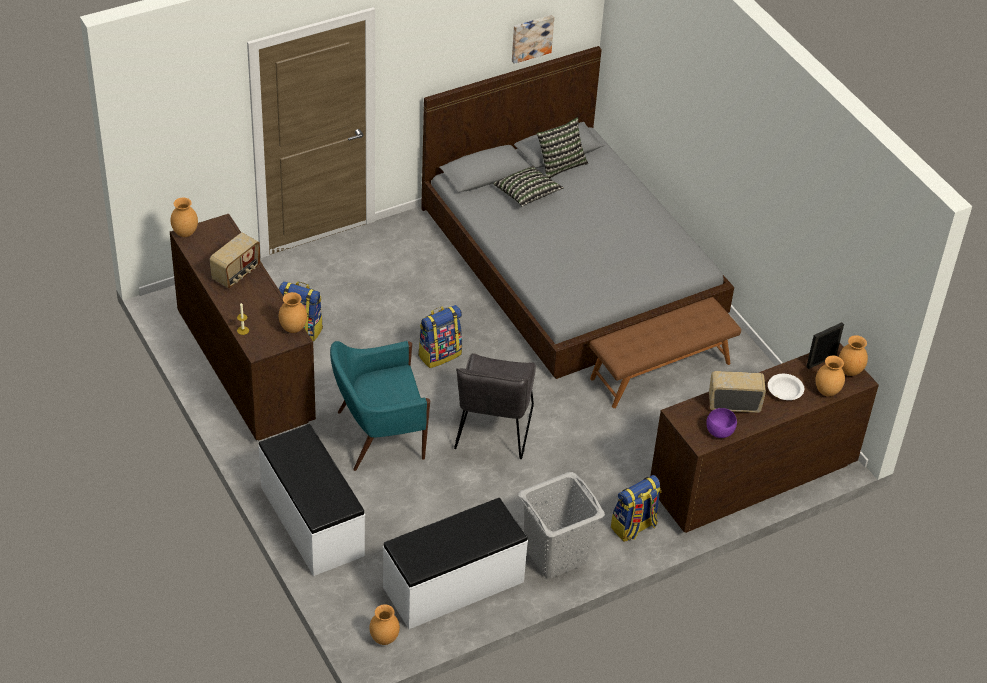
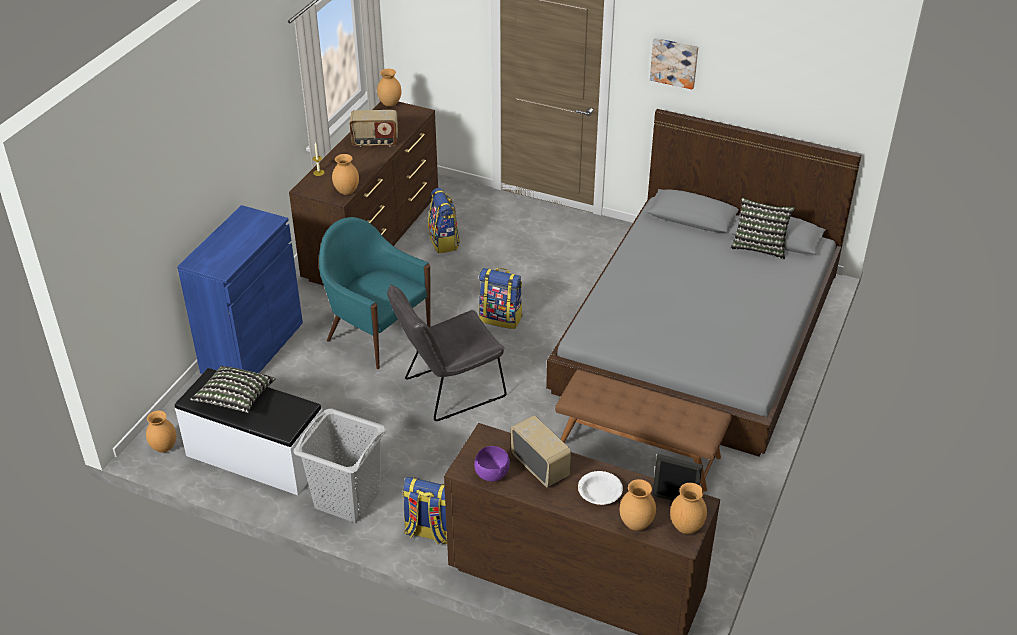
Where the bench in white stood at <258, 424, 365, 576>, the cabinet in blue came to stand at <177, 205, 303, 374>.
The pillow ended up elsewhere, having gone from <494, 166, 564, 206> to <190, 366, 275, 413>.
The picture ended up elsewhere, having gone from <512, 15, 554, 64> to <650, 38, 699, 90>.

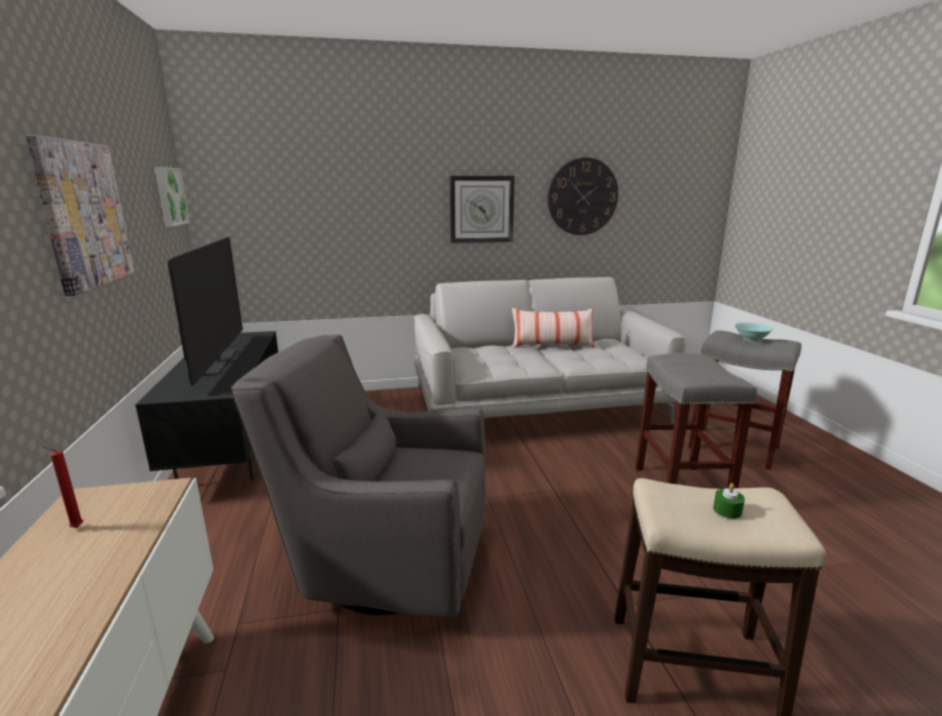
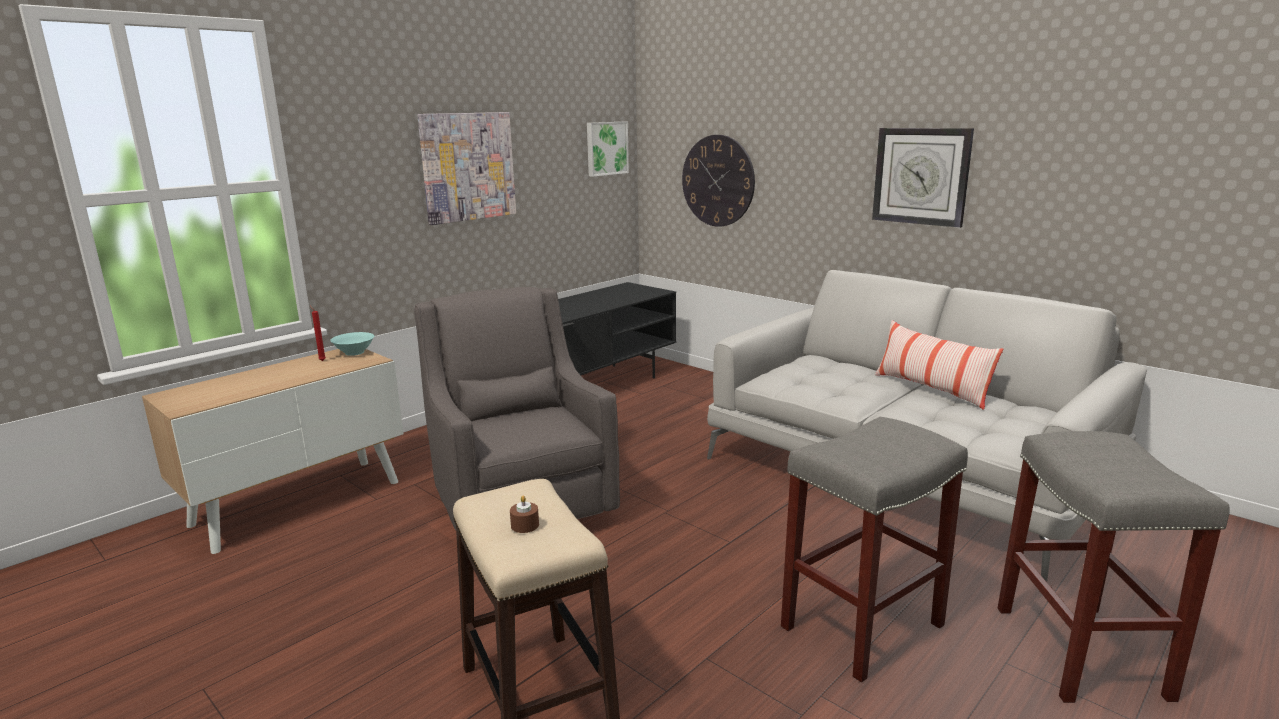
The bowl in turquoise ended up elsewhere, having gone from <735, 323, 773, 342> to <330, 332, 374, 356>.
What was the candle in green at <713, 483, 745, 519> turned into the candle in brown at <510, 495, 539, 533>.
The wall clock ended up elsewhere, having gone from <548, 157, 618, 235> to <682, 135, 755, 227>.
The second view lost the television at <168, 237, 243, 386>.

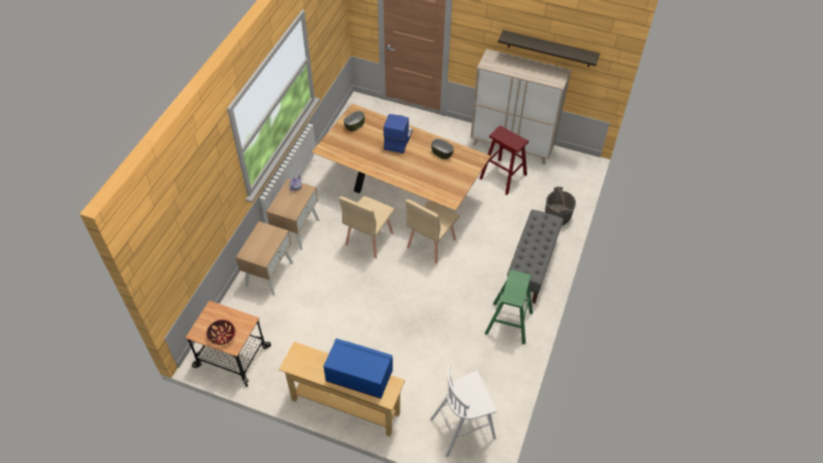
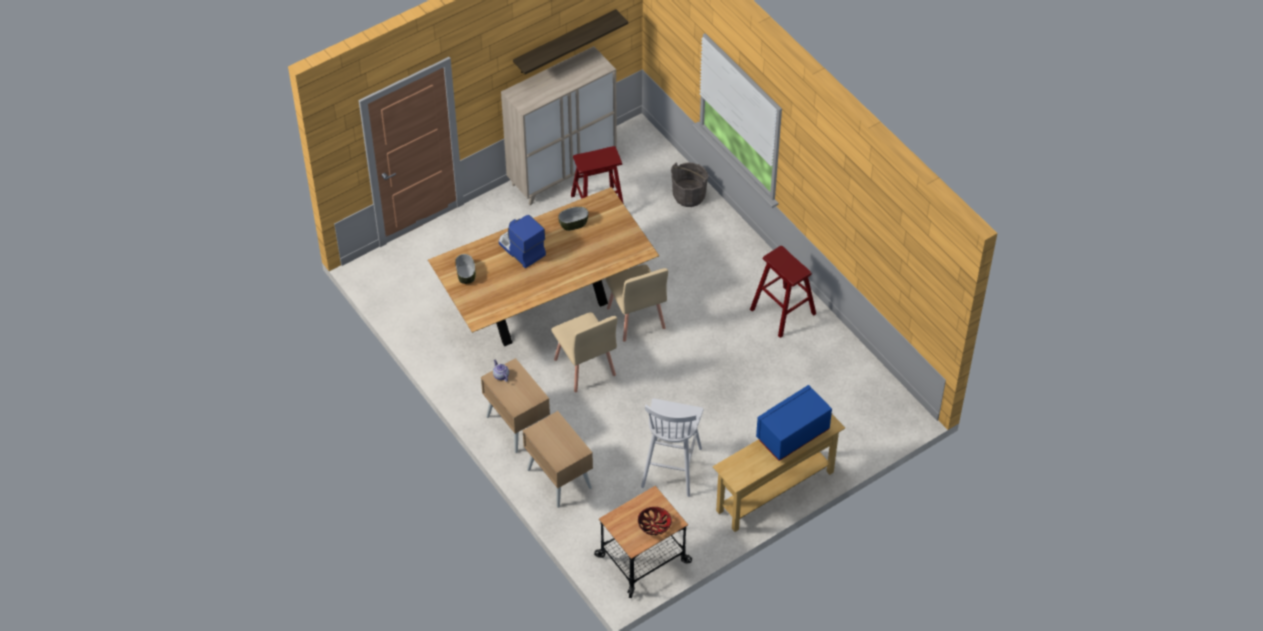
The stool in white ended up elsewhere, having gone from <430, 364, 497, 457> to <641, 398, 703, 497>.
What was the stool in green at <485, 270, 533, 344> turned into the stool in red at <750, 246, 816, 338>.
The second view lost the bench in grey at <507, 210, 563, 304>.

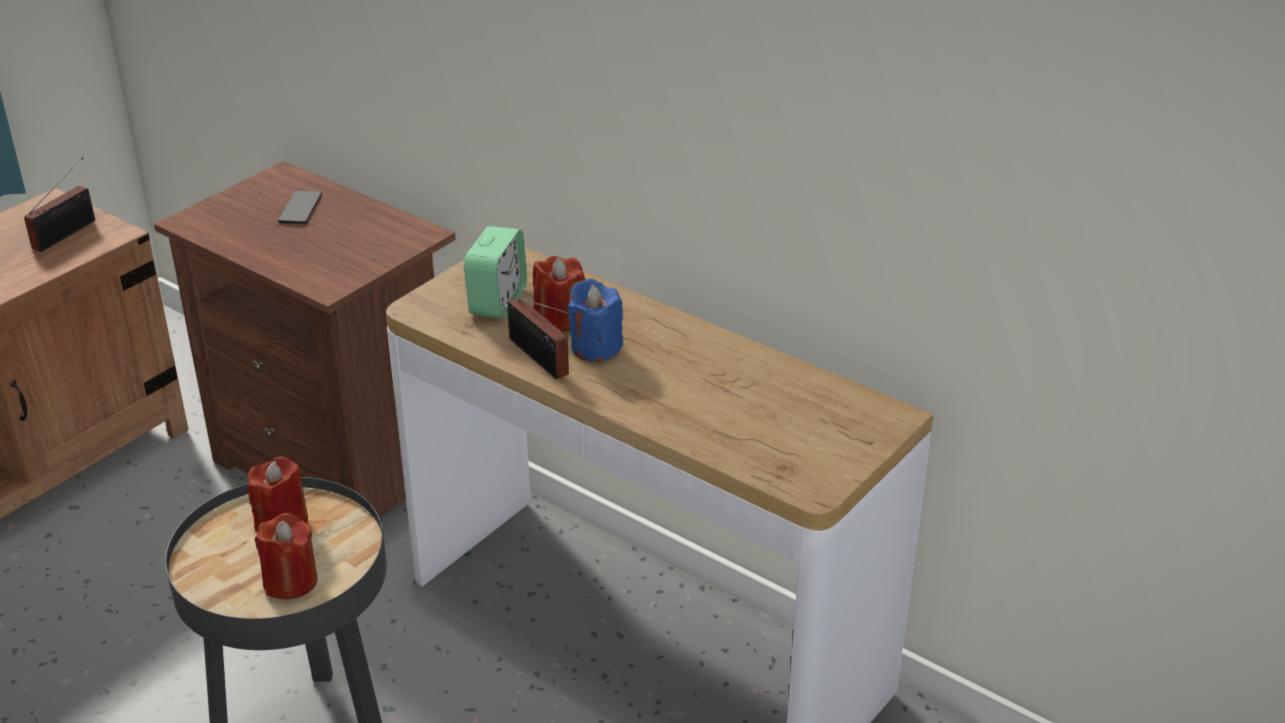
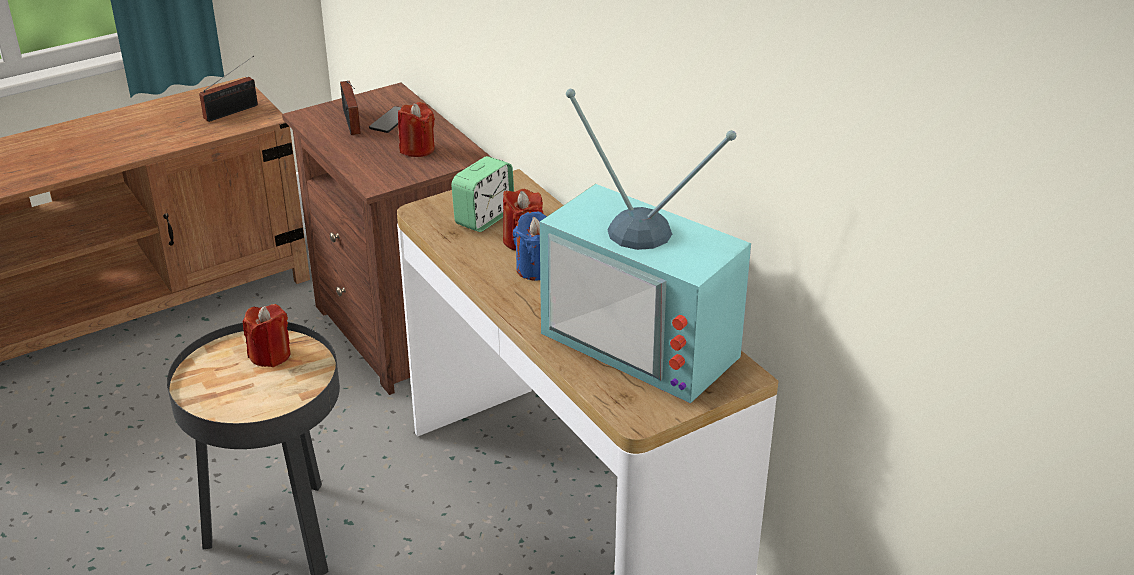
The radio ended up elsewhere, having gone from <507, 297, 570, 379> to <340, 80, 361, 135>.
The candle in red ended up elsewhere, having gone from <255, 513, 317, 599> to <398, 102, 435, 157>.
The second view gained the television at <540, 89, 751, 403>.

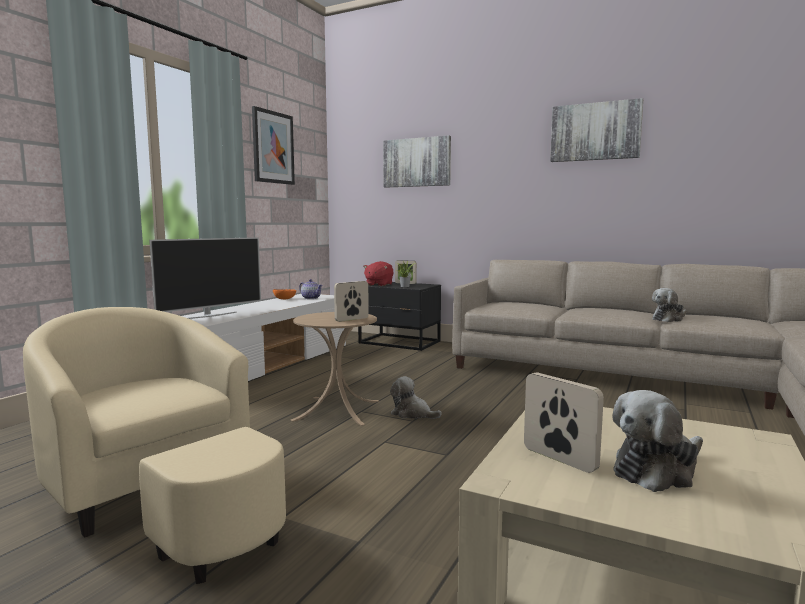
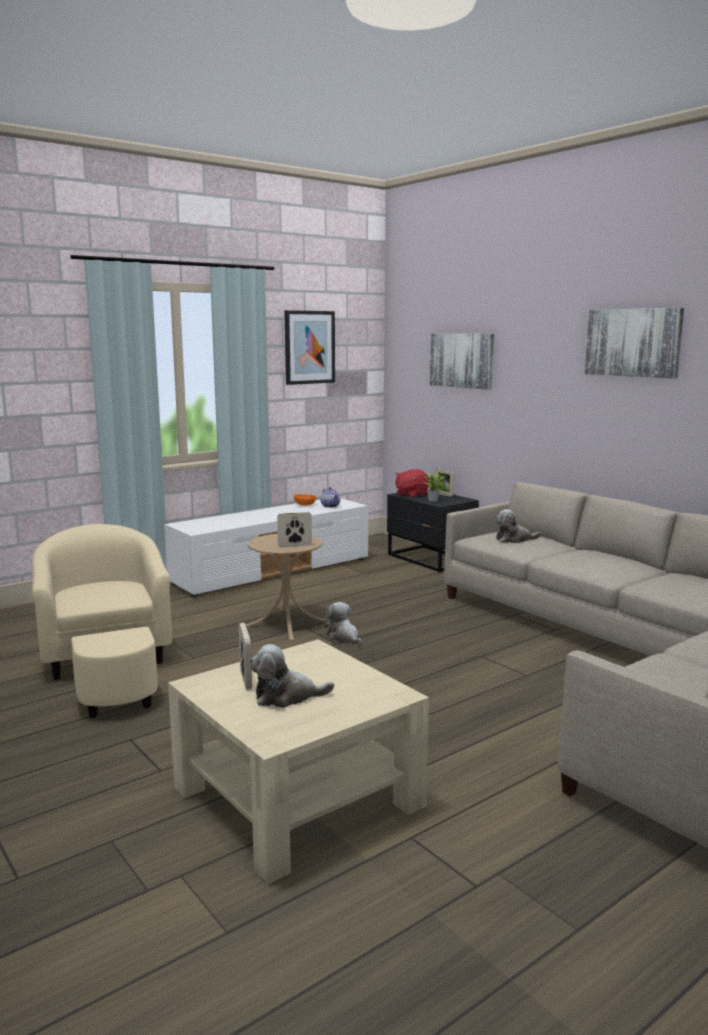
The plush toy ended up elsewhere, having gone from <652, 288, 687, 322> to <495, 509, 541, 543>.
The second view lost the television at <149, 237, 261, 319>.

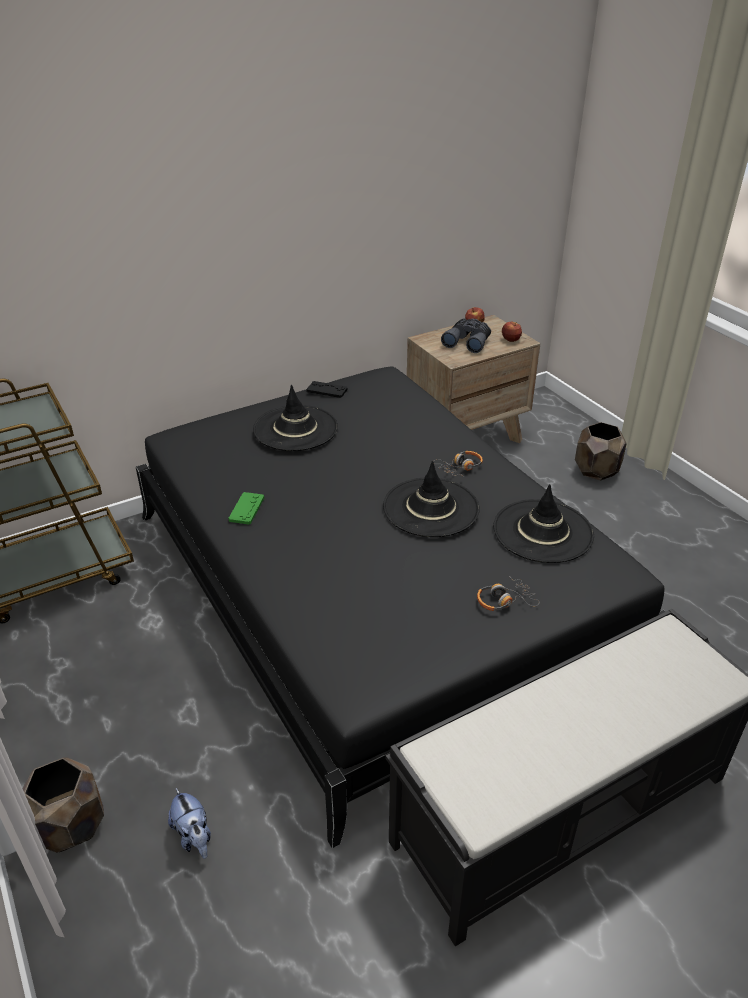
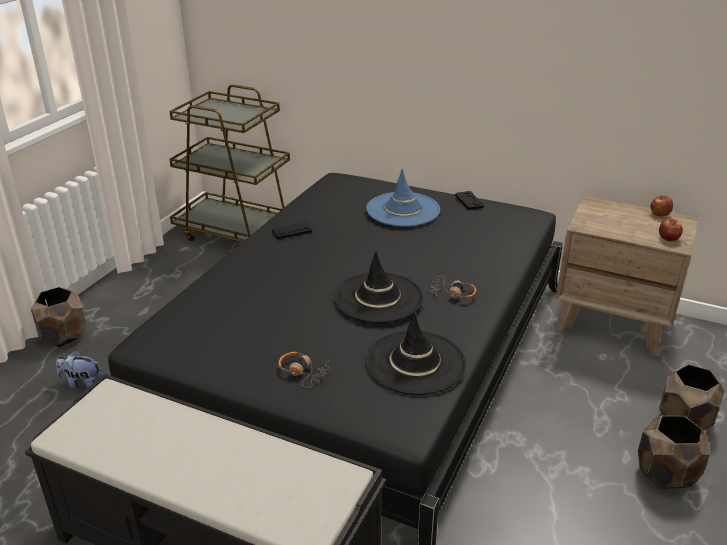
The plush toy at <168, 788, 211, 859> ended up facing another way, 75 degrees clockwise from before.
What was the game controller in green at <228, 492, 264, 524> turned into the game controller in black at <272, 222, 312, 239>.
What was the hat in black at <253, 385, 338, 451> turned into the hat in blue at <366, 169, 440, 227>.
The second view gained the planter in brown at <638, 416, 710, 489>.
The second view lost the binoculars in grey at <441, 318, 491, 353>.

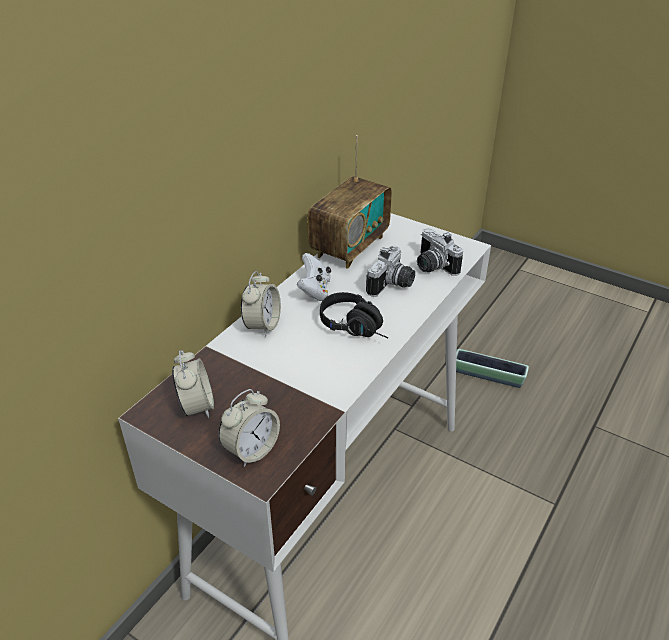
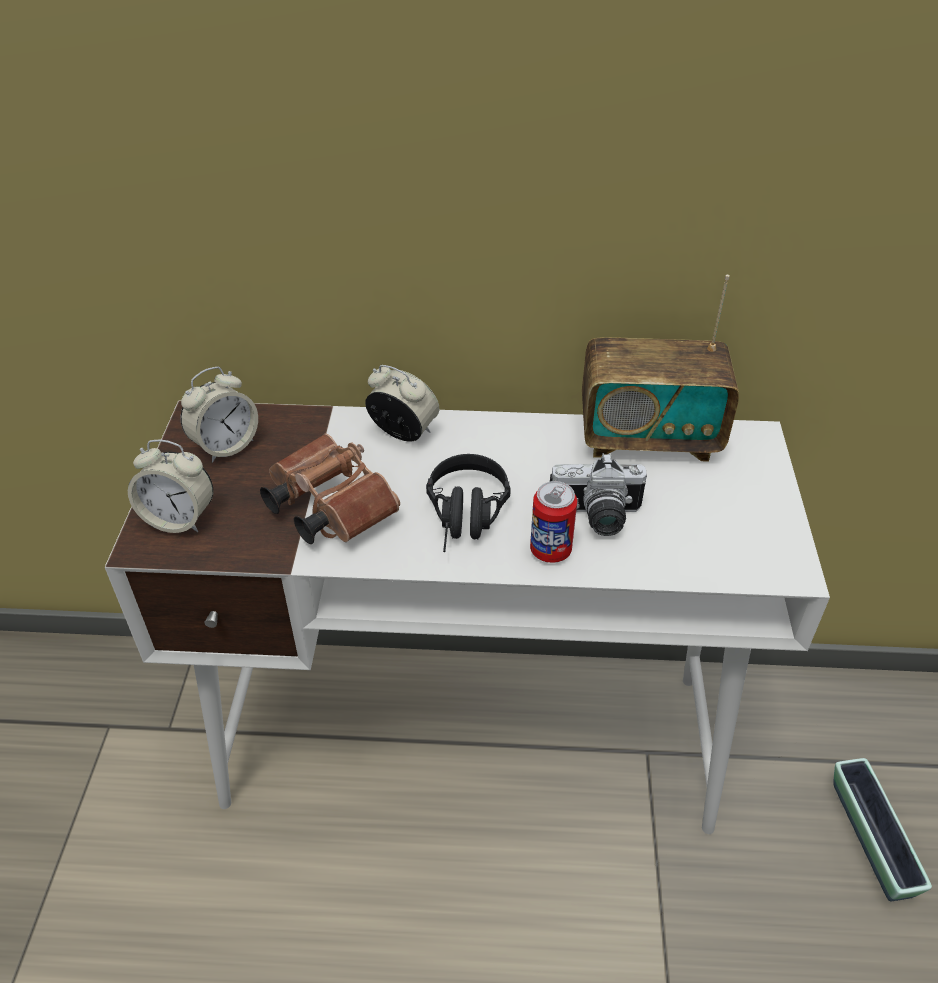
The second view gained the binoculars in brown at <260, 433, 400, 544>.
The alarm clock at <241, 271, 281, 337> ended up facing another way, 135 degrees counterclockwise from before.
The second view gained the can at <530, 481, 577, 563>.
The second view lost the game controller in white at <297, 253, 331, 301>.
The second view lost the photo camera at <417, 228, 463, 276>.

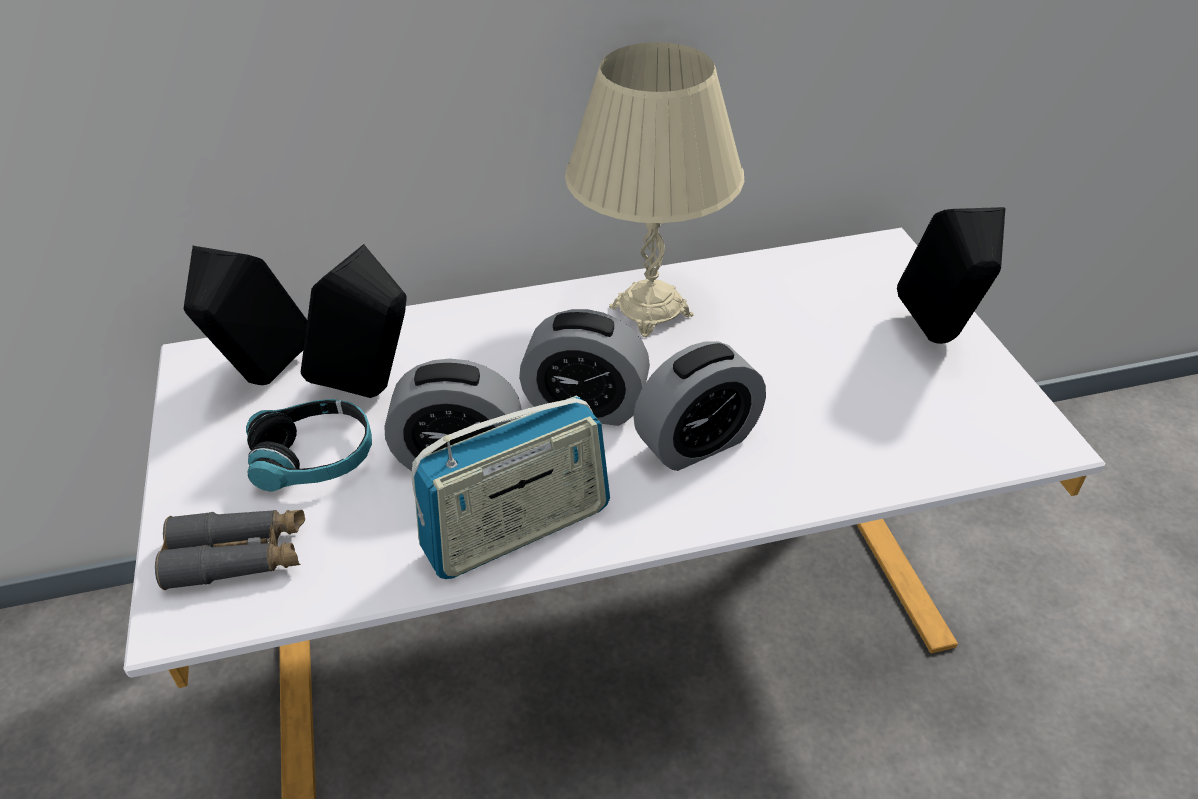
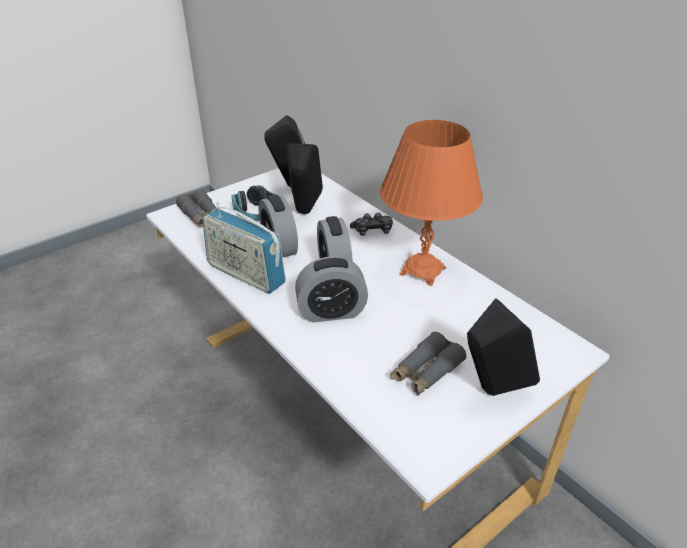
The alarm clock at <634, 341, 766, 471> ended up facing another way, 45 degrees counterclockwise from before.
The second view gained the game controller at <350, 213, 393, 236>.
What was the table lamp in beige at <565, 42, 744, 337> turned into the table lamp in orange at <380, 120, 483, 286>.
The second view gained the binoculars in grey at <390, 332, 466, 396>.

